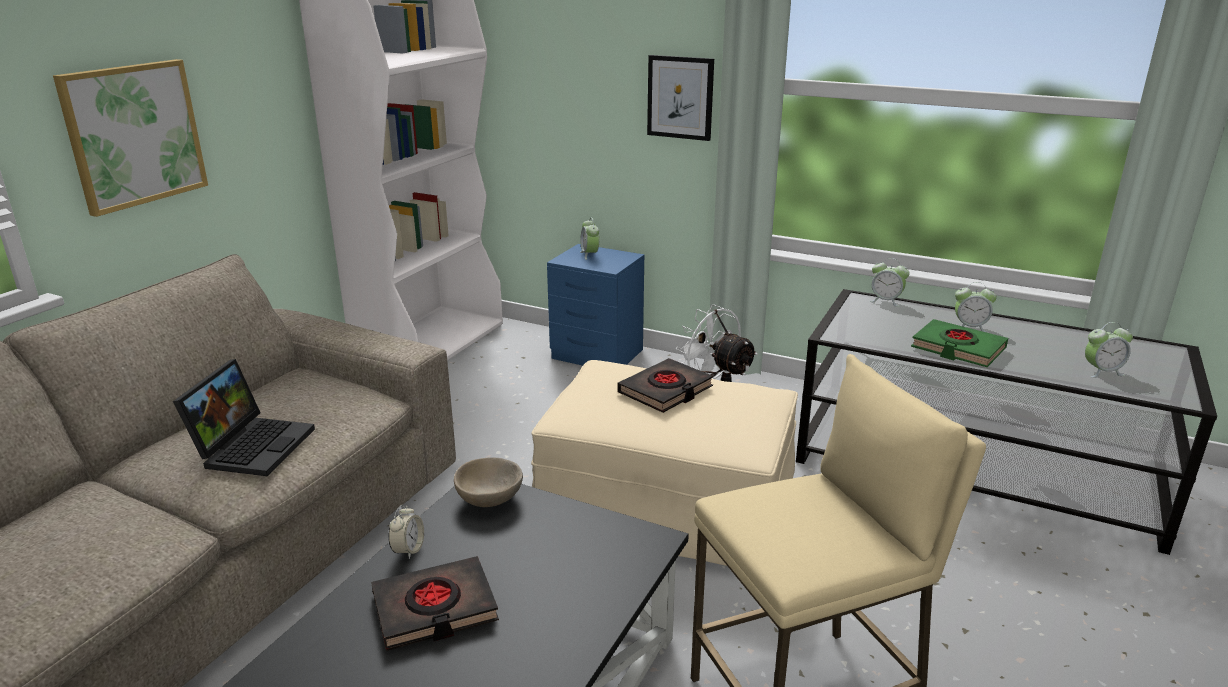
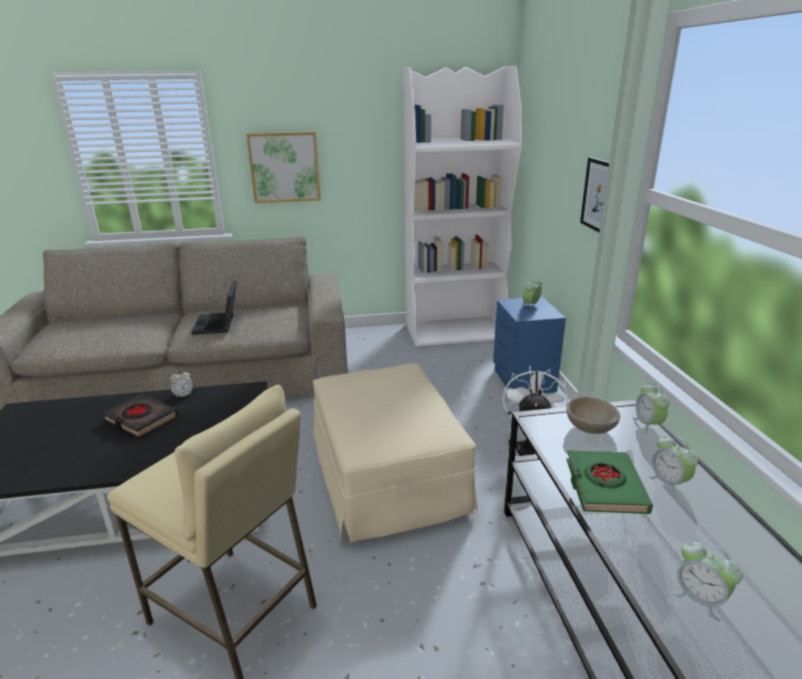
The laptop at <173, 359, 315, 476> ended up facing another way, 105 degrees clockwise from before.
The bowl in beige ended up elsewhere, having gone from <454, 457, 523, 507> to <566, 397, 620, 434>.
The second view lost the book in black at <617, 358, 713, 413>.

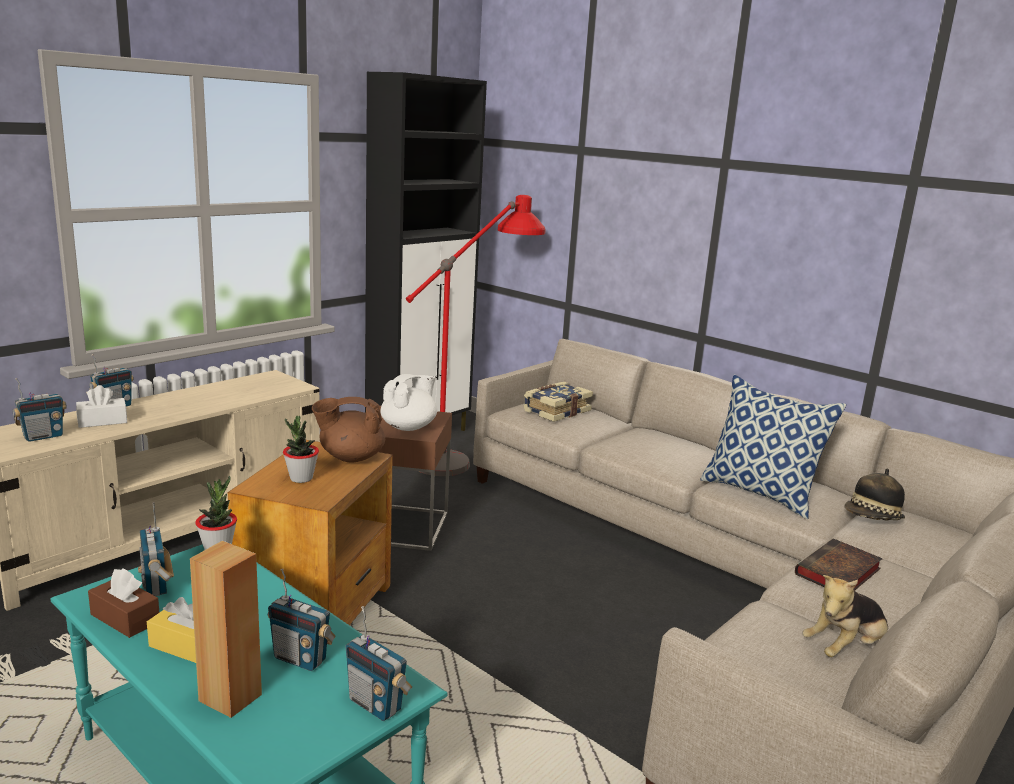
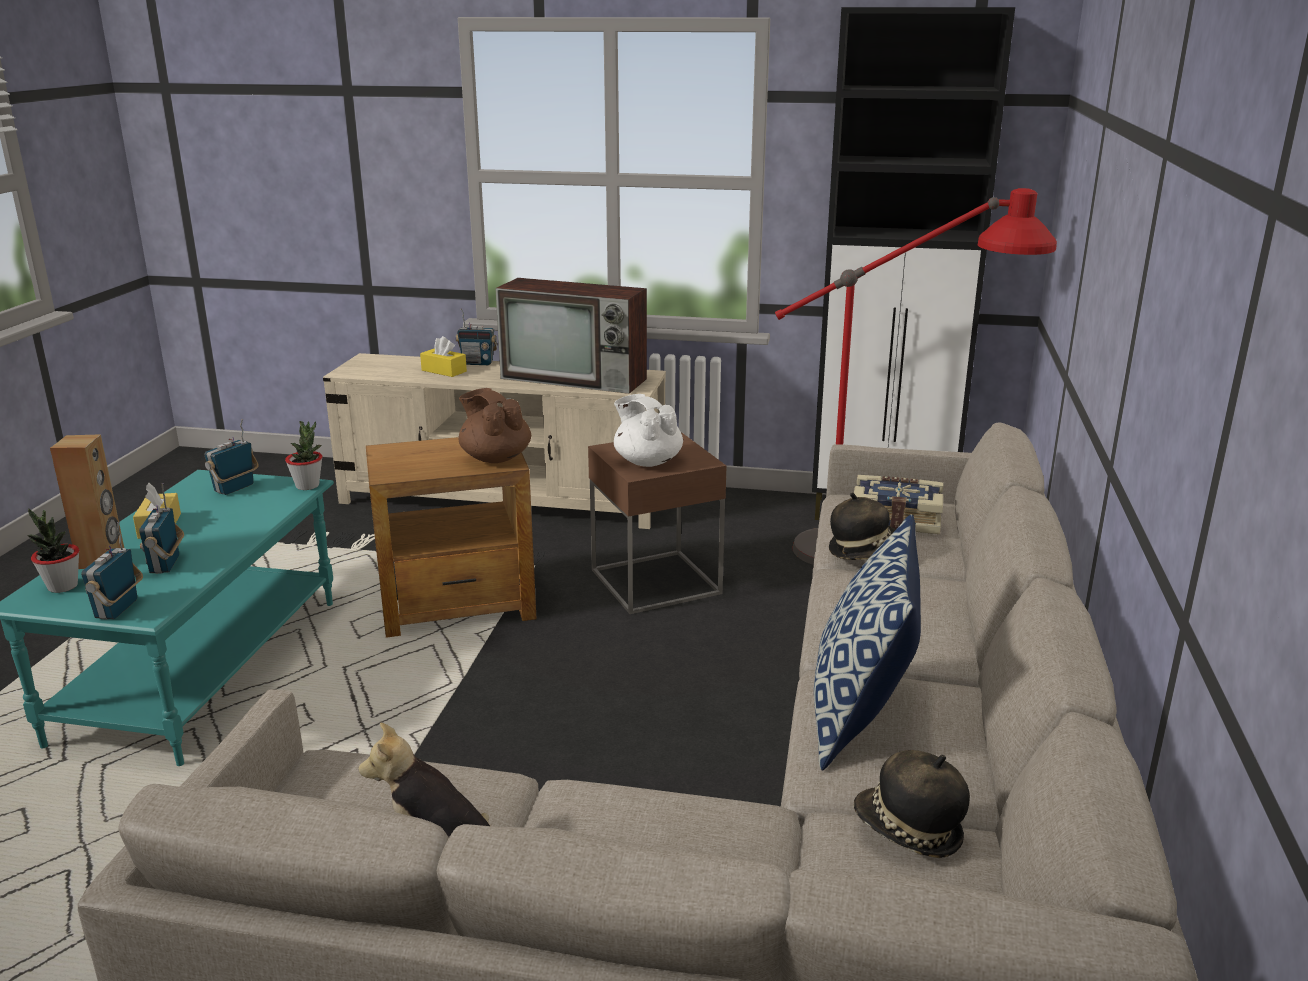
The potted plant ended up elsewhere, having gone from <283, 416, 319, 483> to <27, 508, 79, 593>.
What was the tissue box in white at <76, 385, 127, 428> turned into the tissue box in yellow at <420, 336, 467, 377>.
The second view gained the television at <495, 278, 647, 394>.
The teapot in white at <380, 374, 437, 431> ended up facing another way, 135 degrees counterclockwise from before.
The second view gained the hat at <829, 493, 896, 560>.
The second view lost the radio at <12, 378, 67, 442>.
The second view lost the tissue box in brown at <88, 568, 159, 638>.
The second view lost the book at <795, 538, 883, 591>.

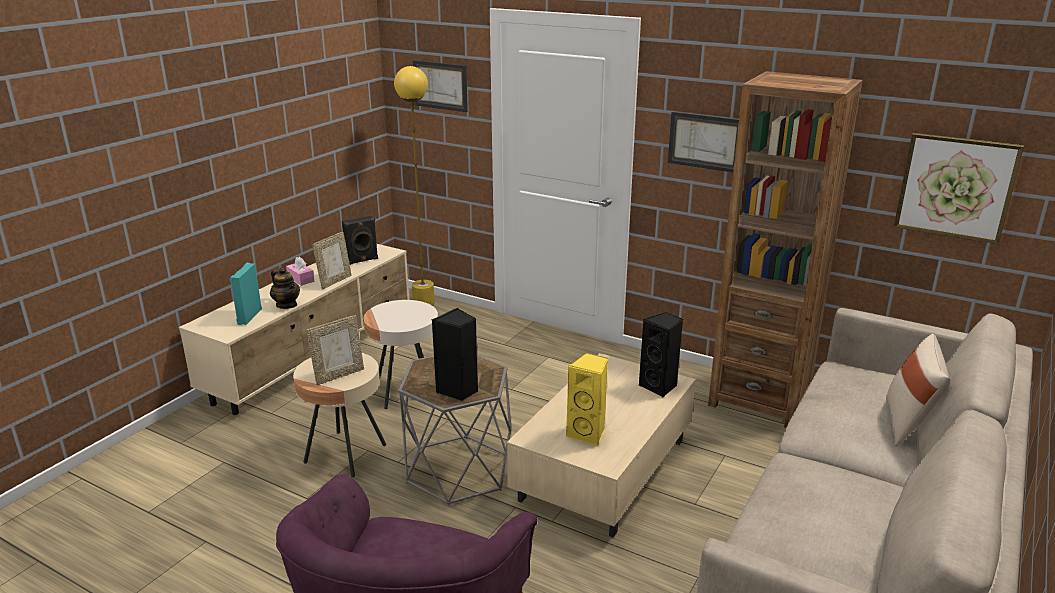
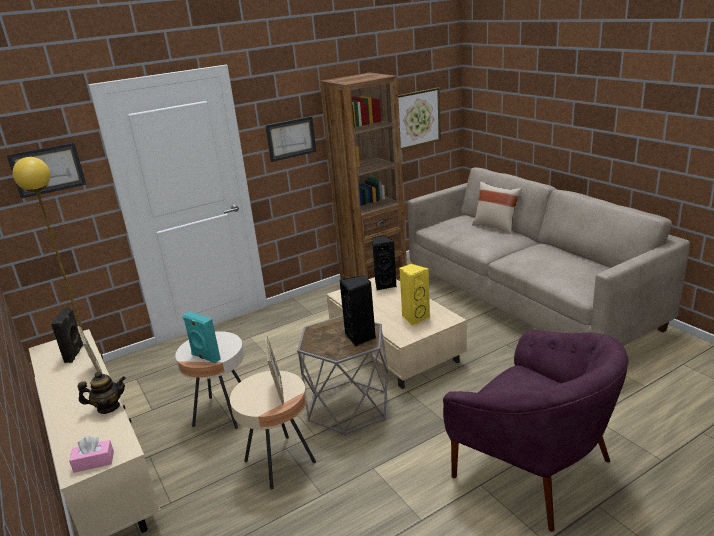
The tissue box in pink ended up elsewhere, having gone from <286, 257, 314, 286> to <69, 437, 114, 473>.
The speaker in turquoise ended up elsewhere, having gone from <230, 263, 262, 325> to <183, 311, 221, 364>.

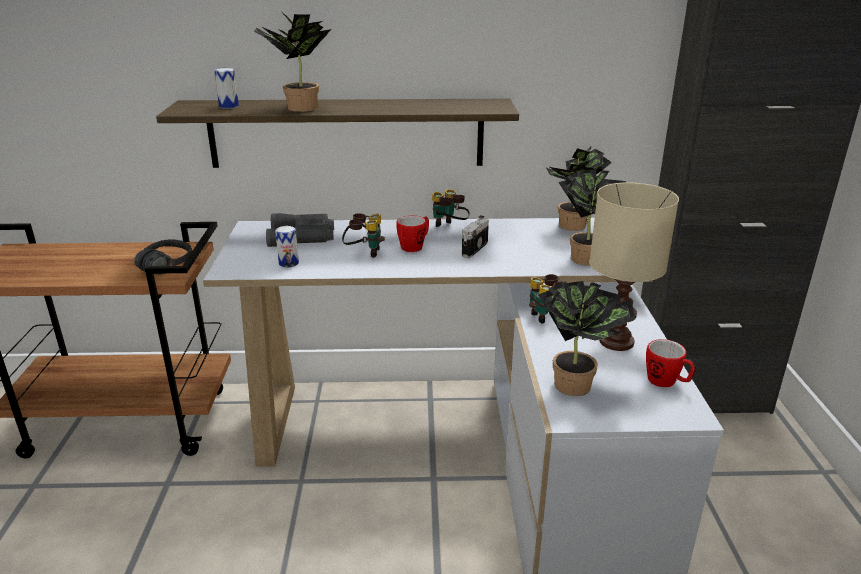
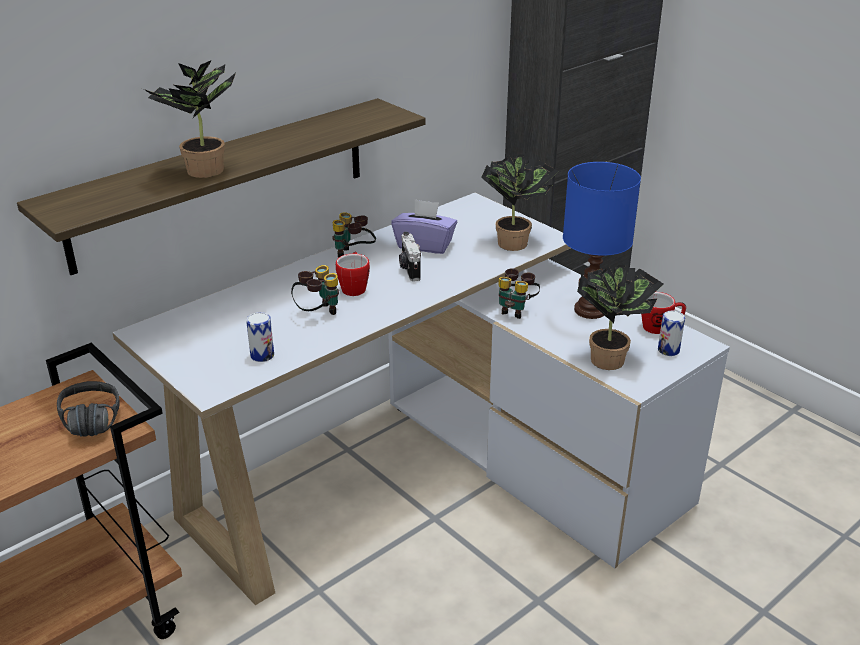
The second view gained the tissue box in purple at <391, 199, 457, 254>.
What was the table lamp in beige at <589, 182, 679, 351> turned into the table lamp in blue at <563, 162, 641, 319>.
The can ended up elsewhere, having gone from <214, 68, 239, 109> to <658, 310, 685, 356>.
The second view lost the binoculars in grey at <266, 213, 334, 247>.
The second view lost the potted plant at <546, 147, 612, 231>.

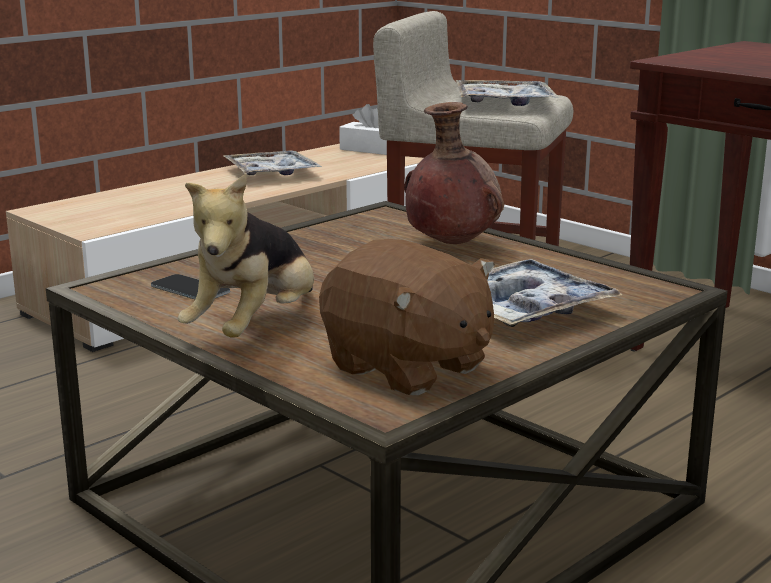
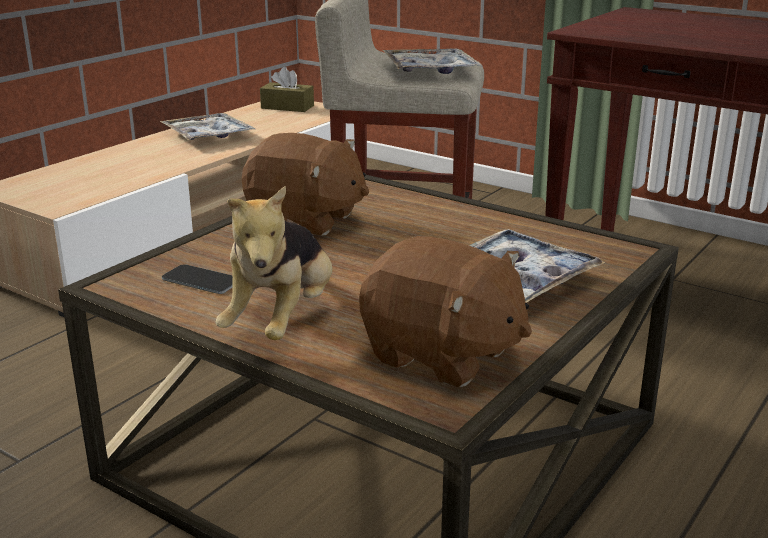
The second view gained the plush toy in brown at <242, 133, 369, 236>.
What was the tissue box in white at <339, 104, 387, 155> turned into the tissue box in brown at <260, 67, 314, 112>.
The second view lost the vase in brown at <404, 102, 504, 244>.

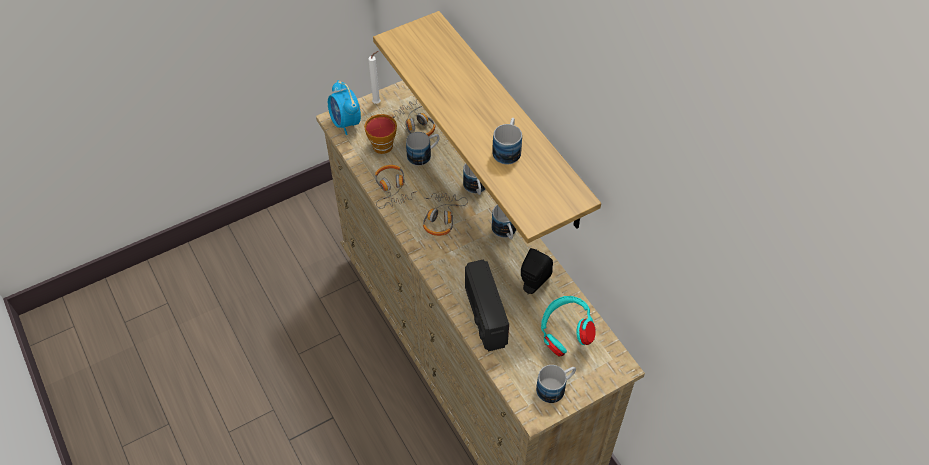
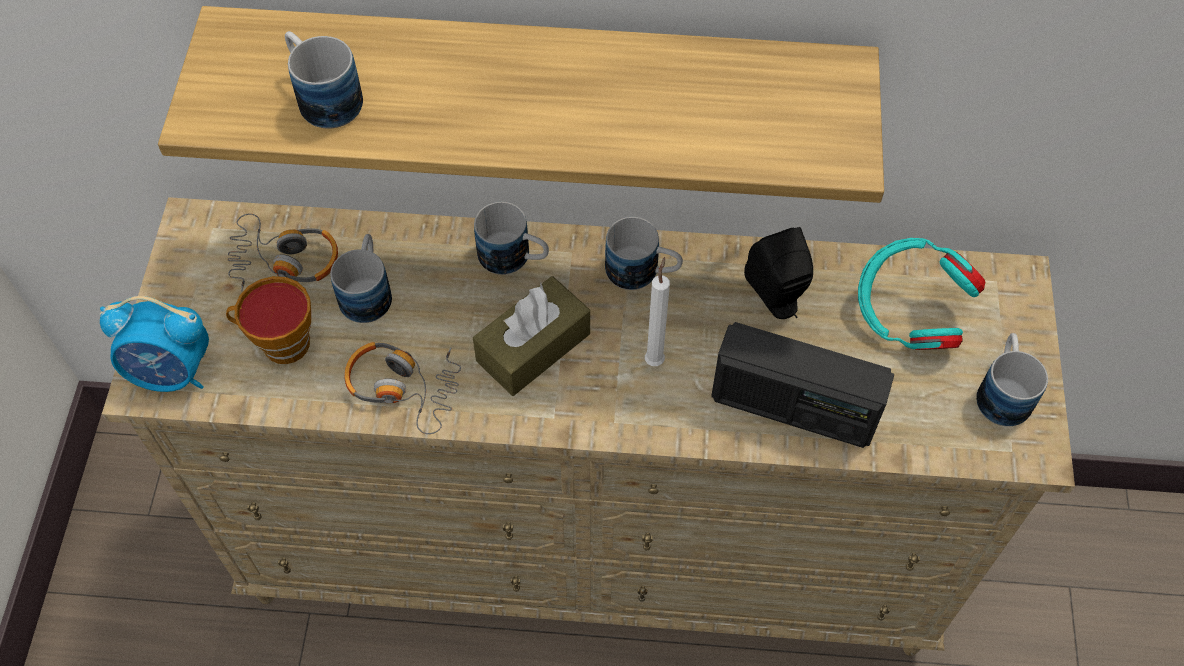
The mug ended up elsewhere, having gone from <492, 118, 522, 165> to <285, 31, 363, 129>.
Where the headphones stood at <423, 193, 468, 236>, the tissue box in brown came to stand at <473, 276, 590, 396>.
The candle in white ended up elsewhere, having gone from <368, 51, 381, 104> to <645, 257, 670, 366>.

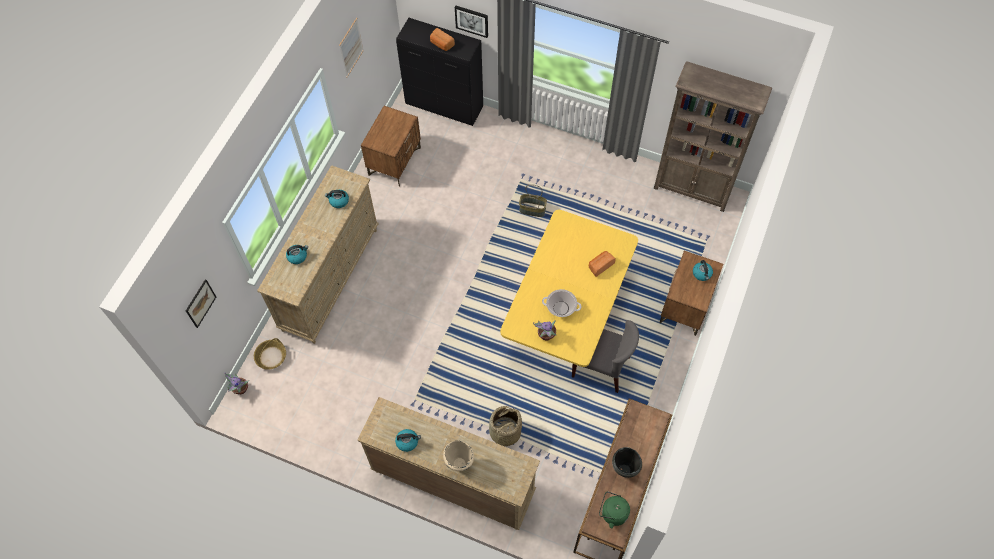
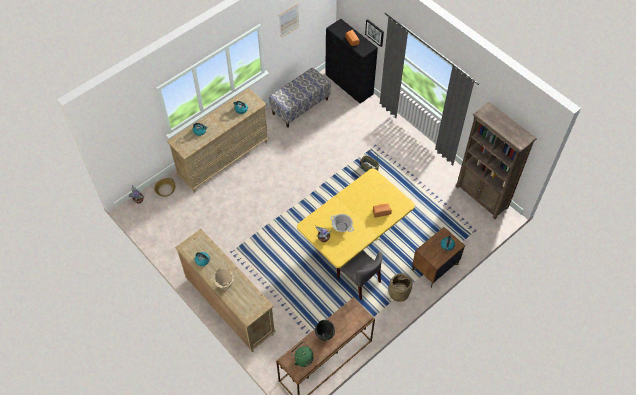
Where the nightstand in brown stood at <361, 106, 421, 186>, the bench came to stand at <269, 68, 331, 128>.
The basket ended up elsewhere, having gone from <489, 406, 522, 446> to <388, 273, 413, 302>.
The second view lost the picture at <186, 279, 216, 328>.

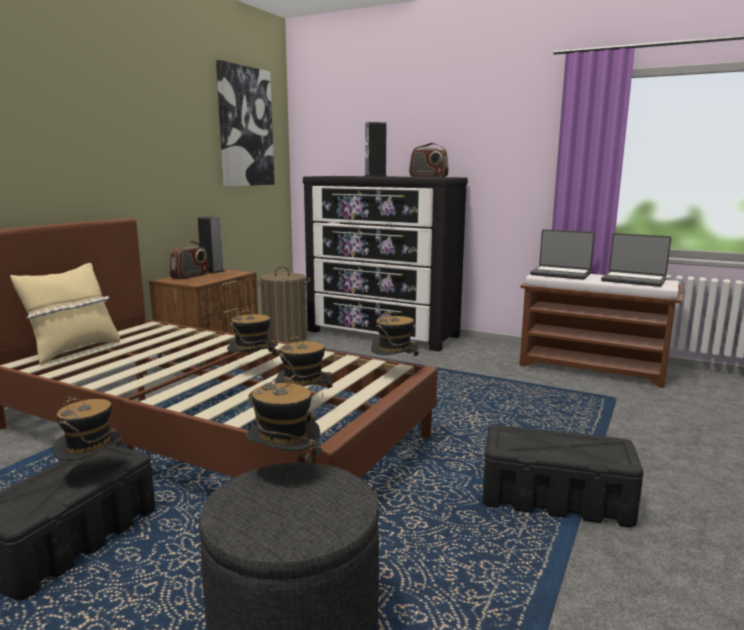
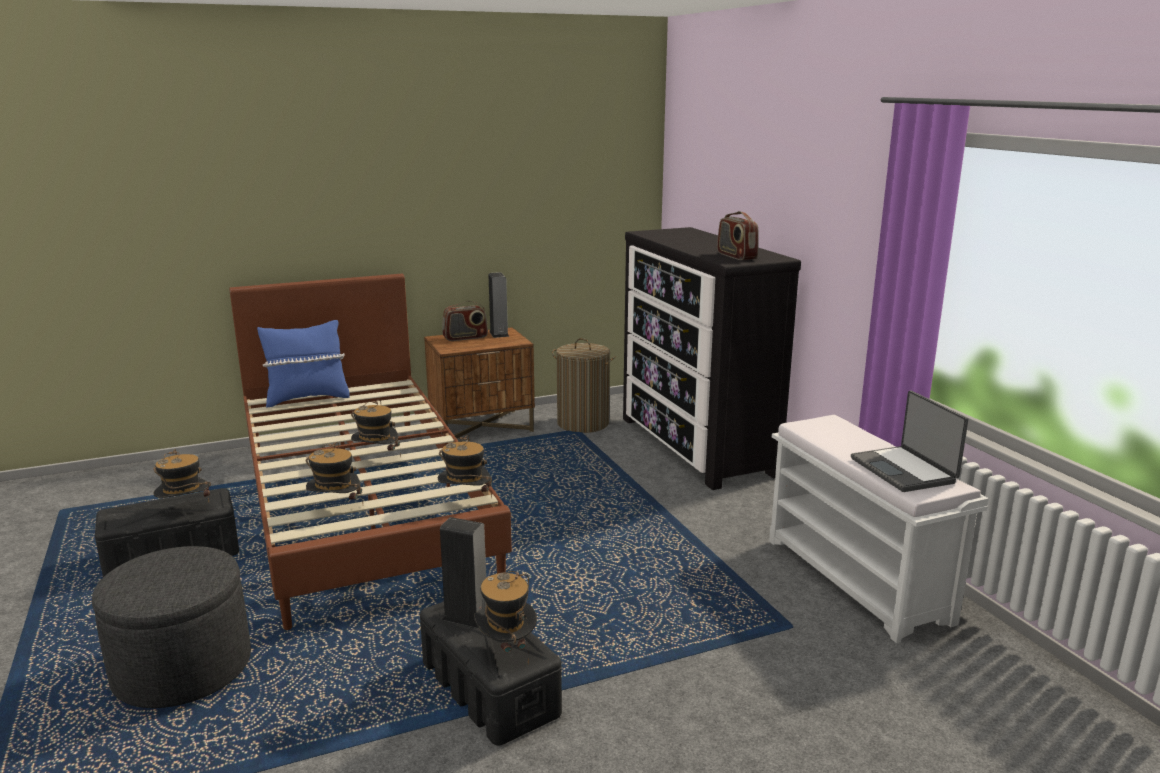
What was the pillow in beige at <10, 263, 120, 365> turned into the pillow in blue at <257, 320, 350, 407>.
The speaker ended up elsewhere, having gone from <364, 122, 387, 177> to <440, 517, 486, 628>.
The hat ended up elsewhere, having gone from <245, 375, 322, 473> to <474, 571, 537, 664>.
What was the bench in brown at <519, 274, 683, 388> turned into the bench in white at <769, 415, 989, 643>.
The second view lost the picture at <216, 60, 275, 186>.
The second view lost the laptop at <530, 229, 595, 280>.

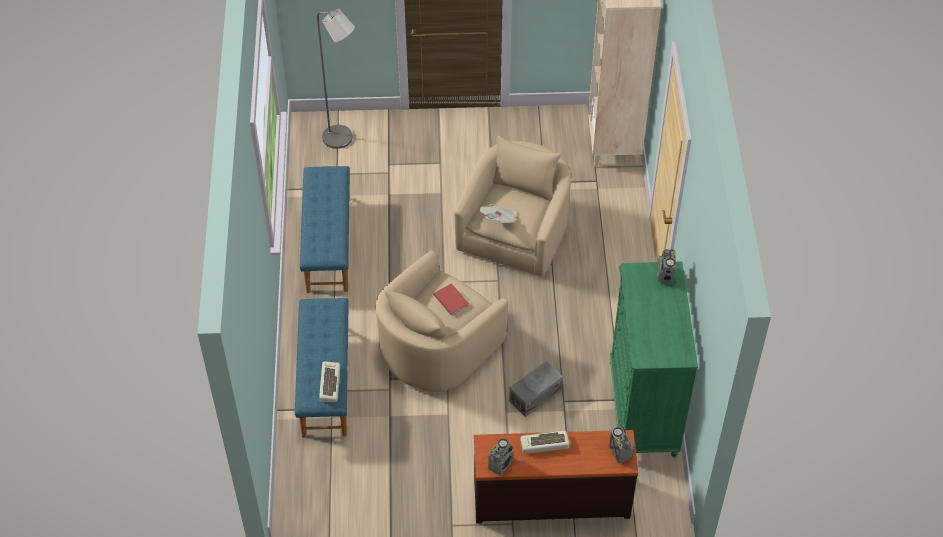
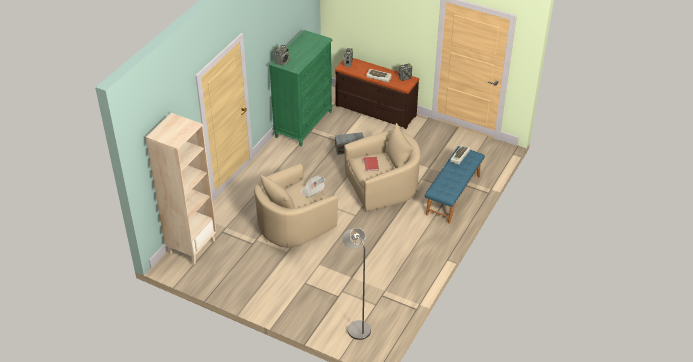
The second view lost the bench in blue at <300, 166, 350, 293>.

